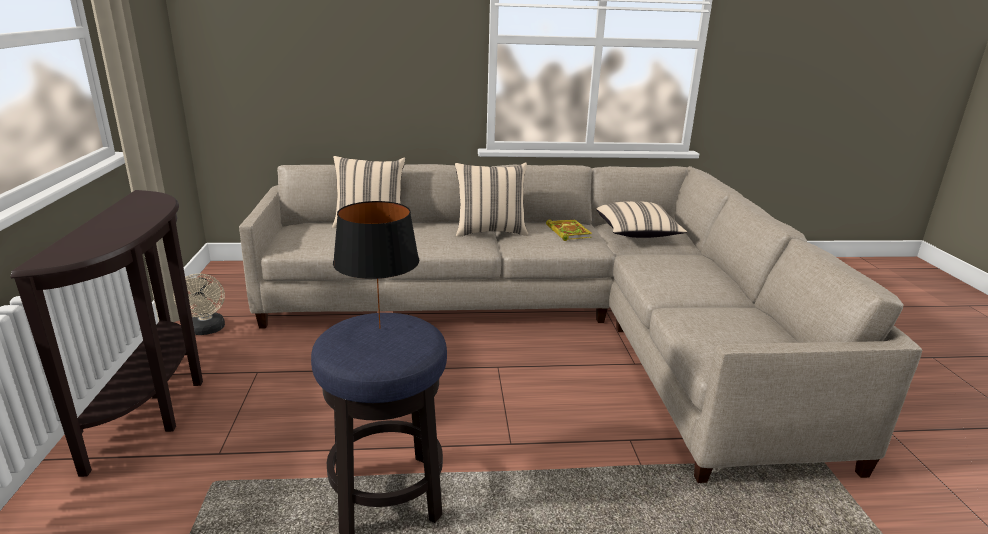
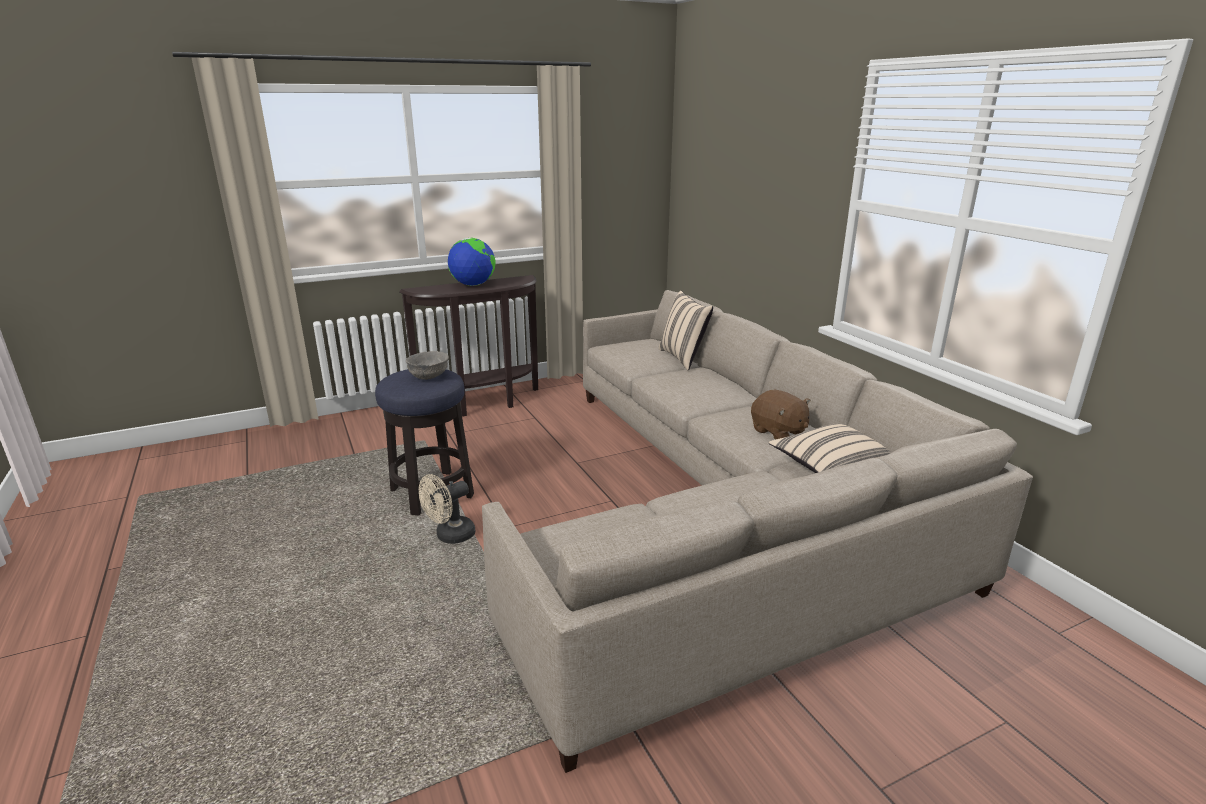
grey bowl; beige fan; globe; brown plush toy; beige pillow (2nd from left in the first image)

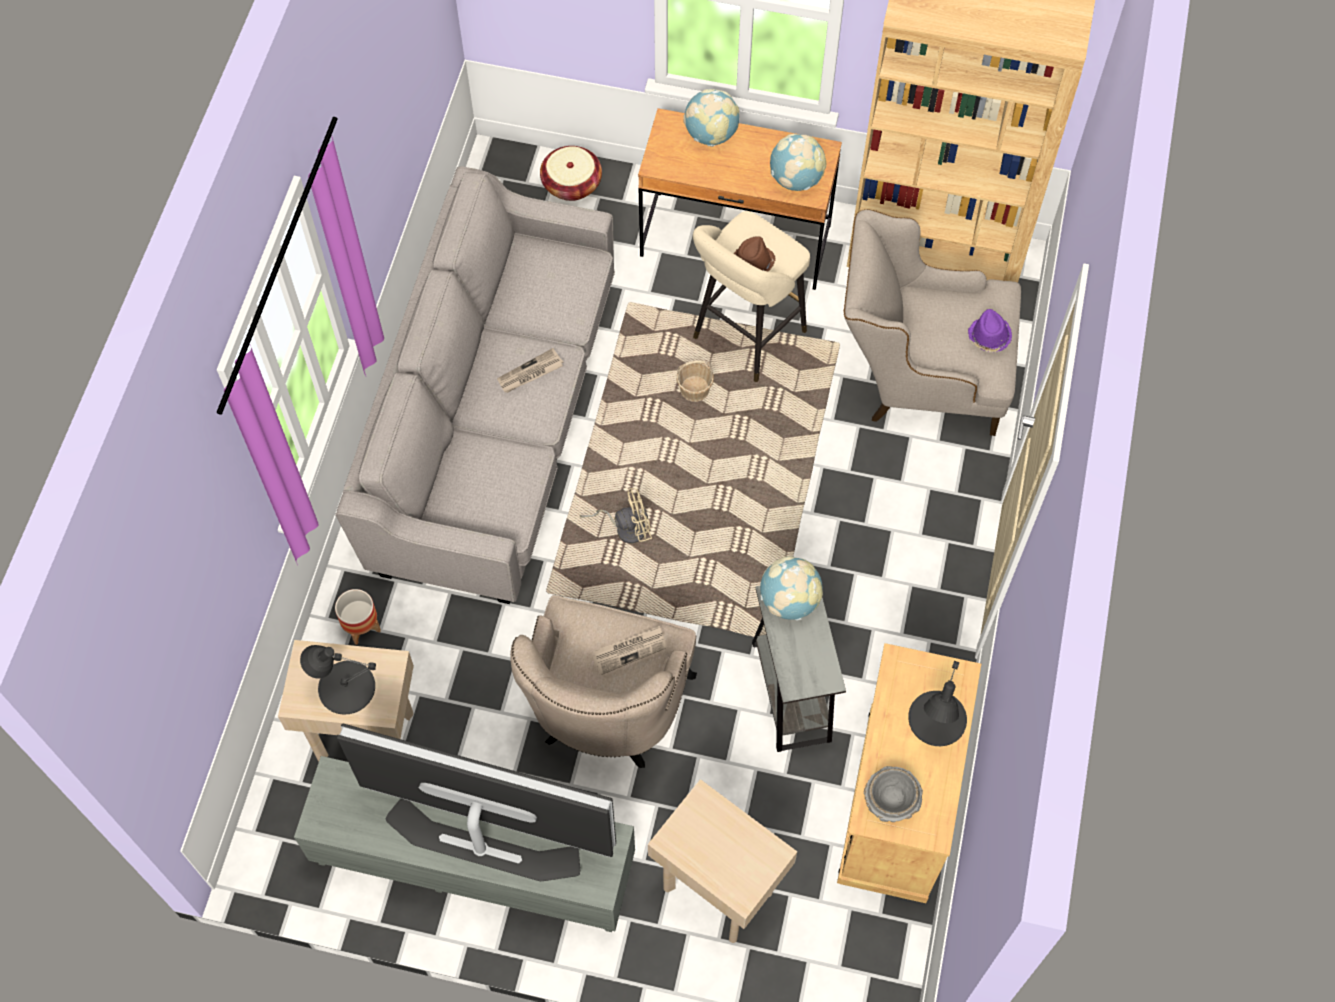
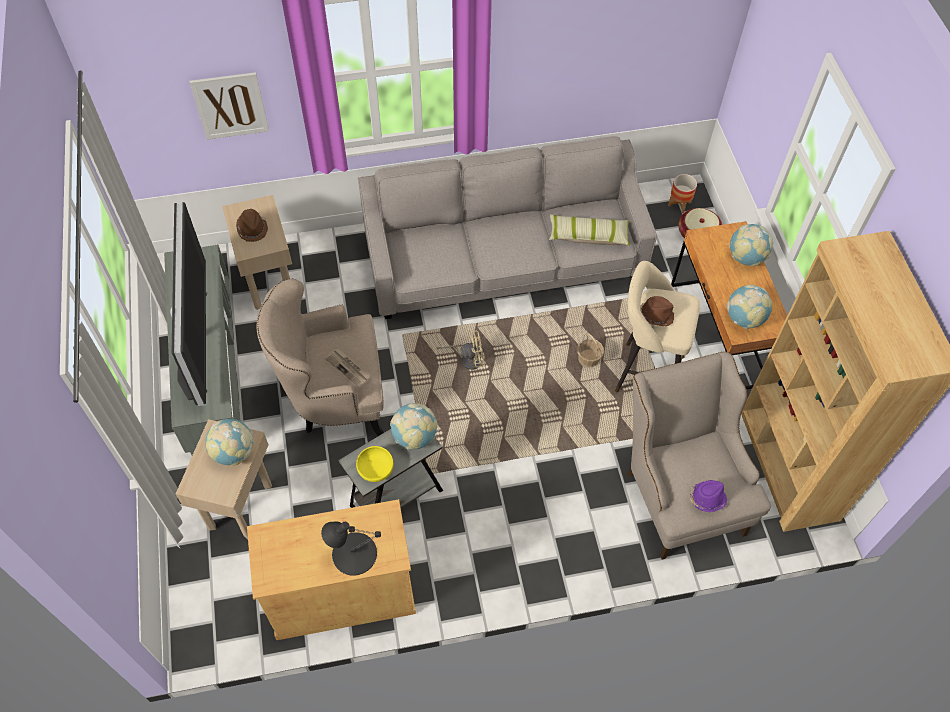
picture; globe (1st from left); brown hat (1st from left); yellow bowl; beige fan; pillow; planter; newspaper (1st from left in the first image); grey bowl

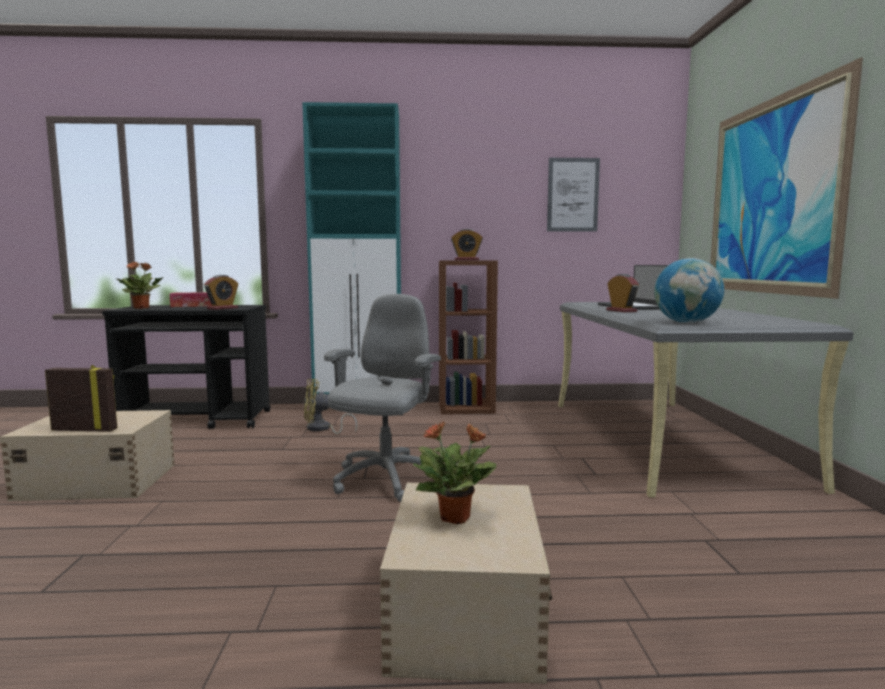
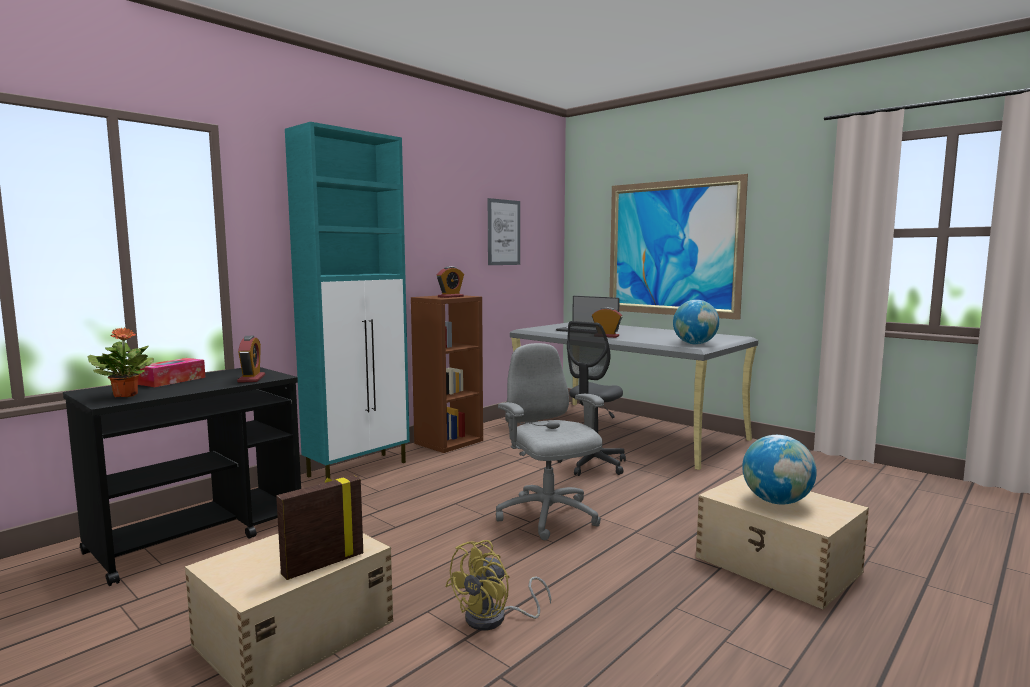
yellow fan; grey office chair (2nd from left); globe (2nd from left)

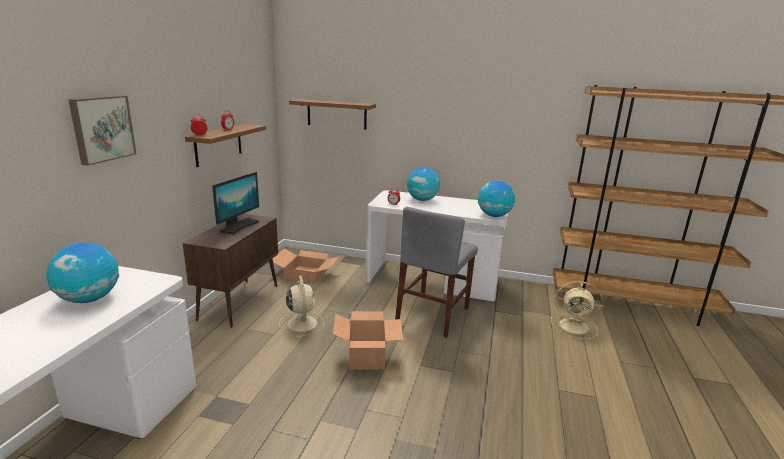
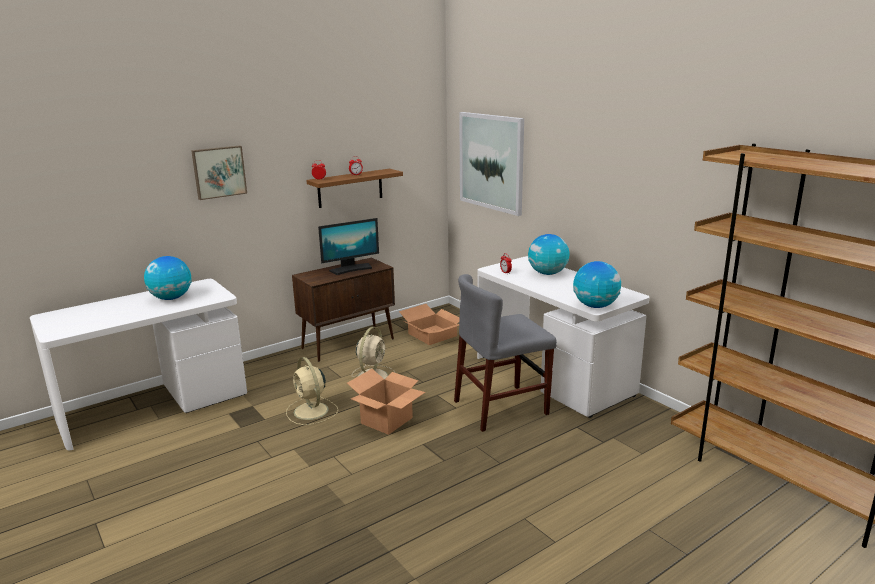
beige fan (1st from left); picture (2nd from left)

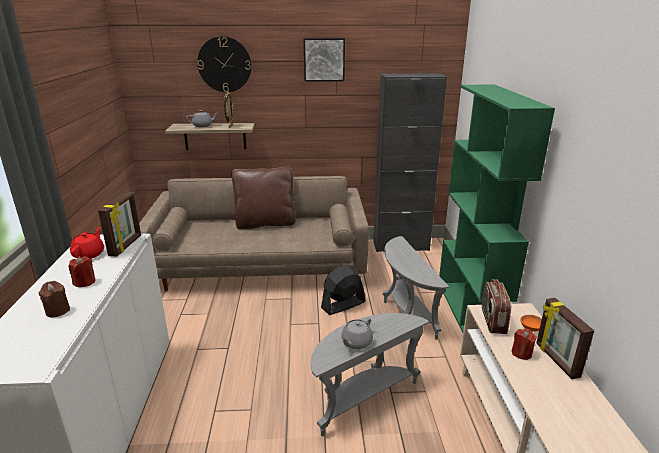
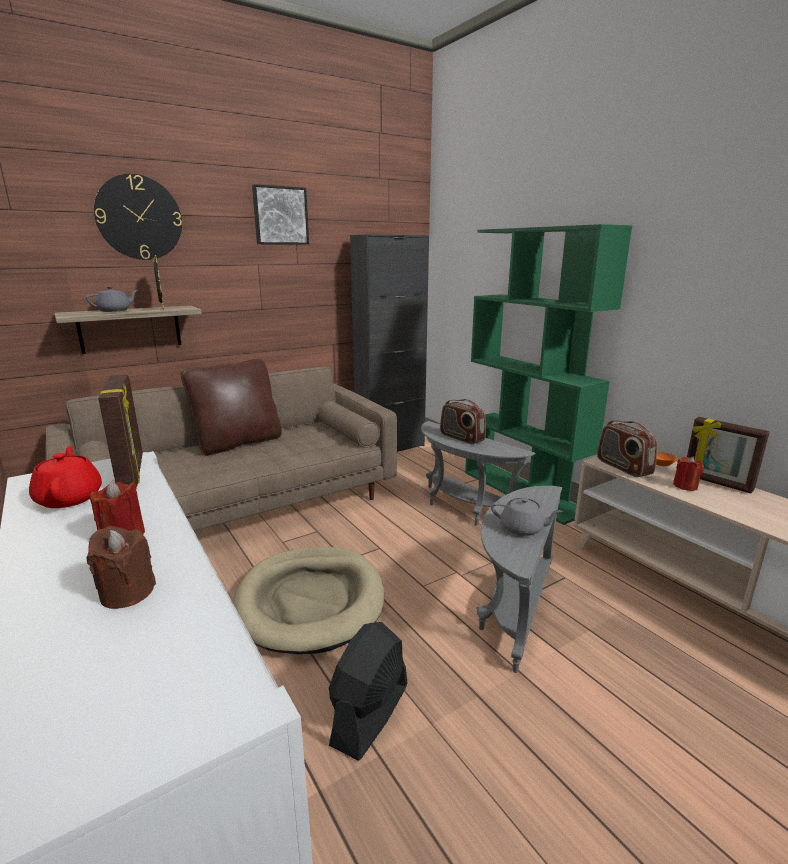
beige dog bed; black fan; radio (1st from left); grey teapot (2nd from left)

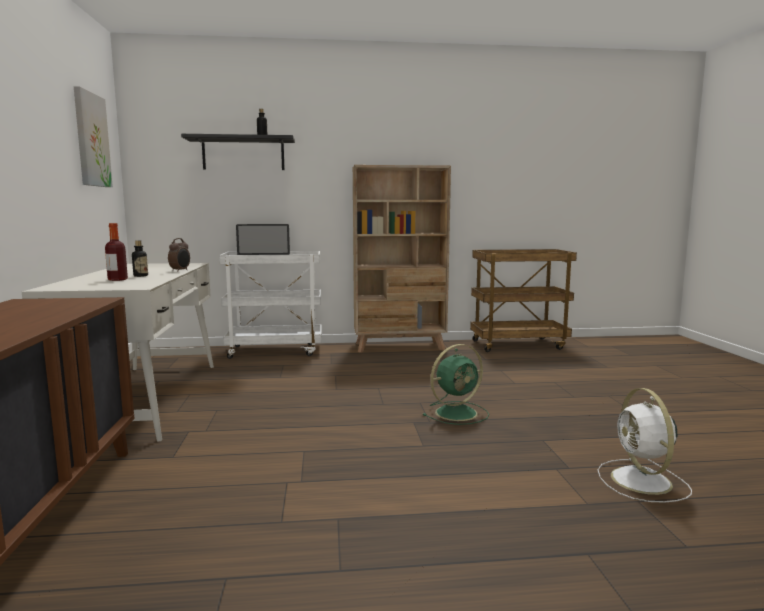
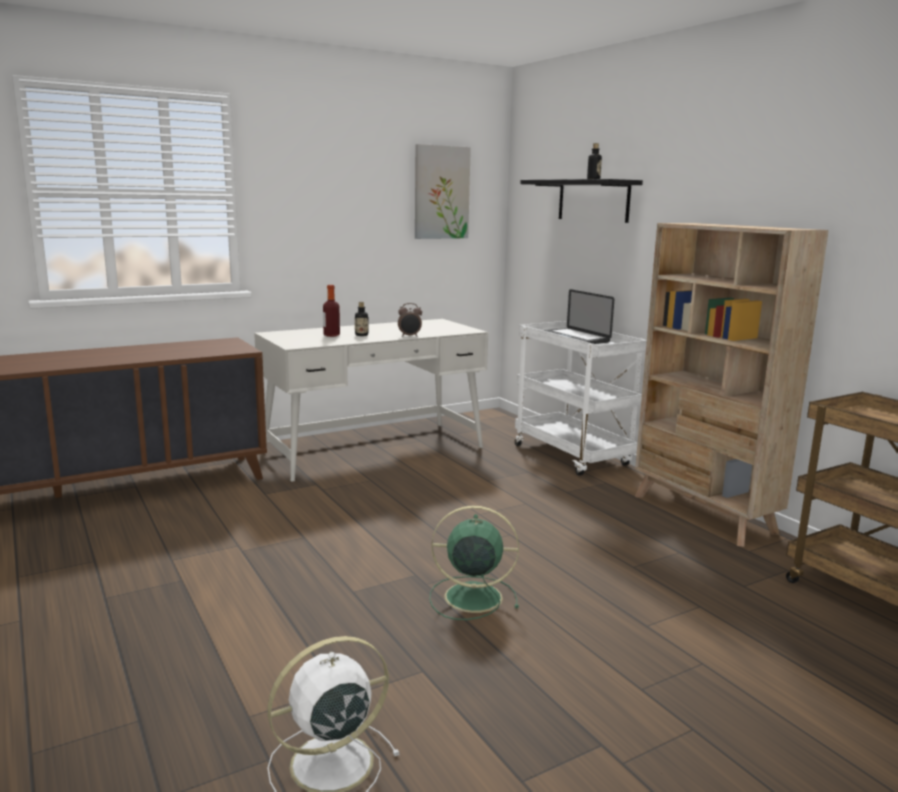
green fan

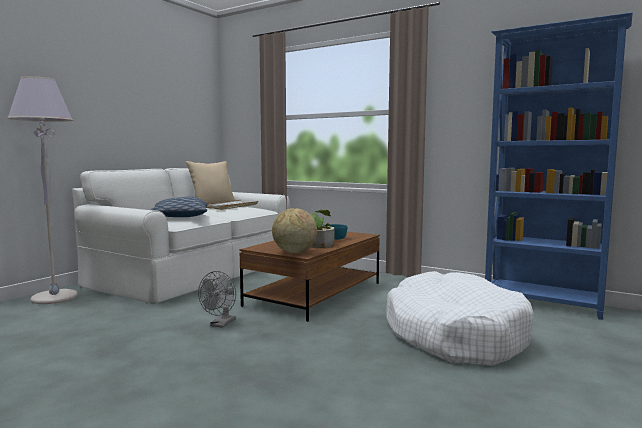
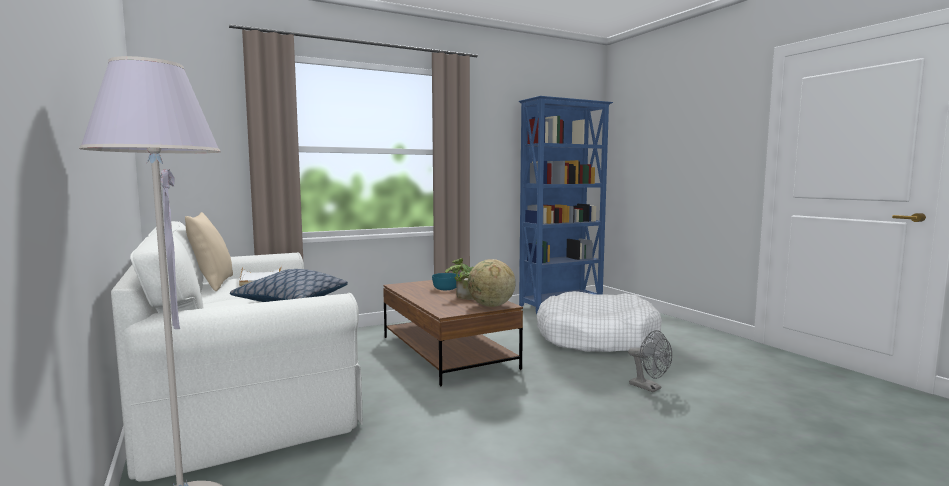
grey fan

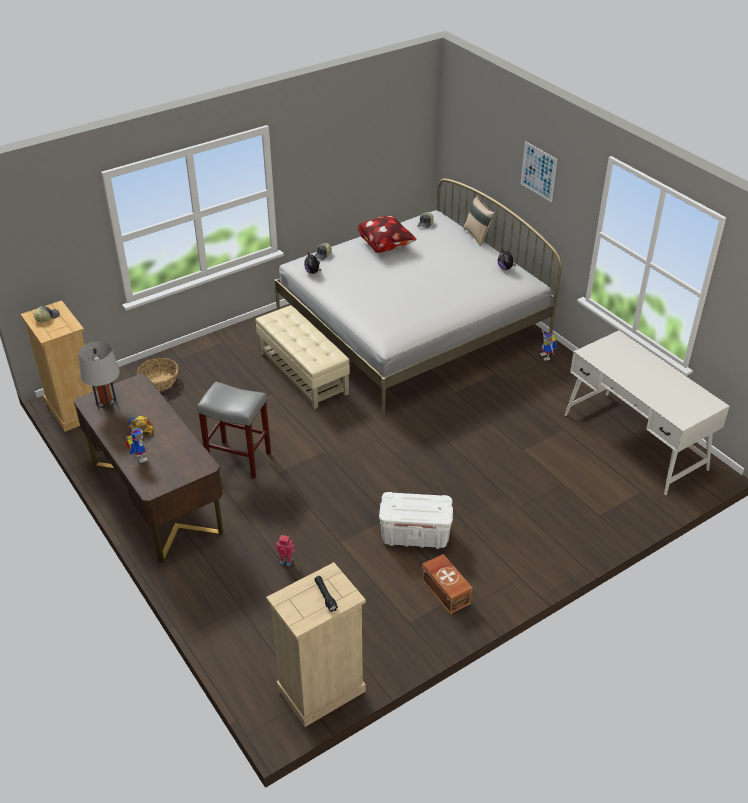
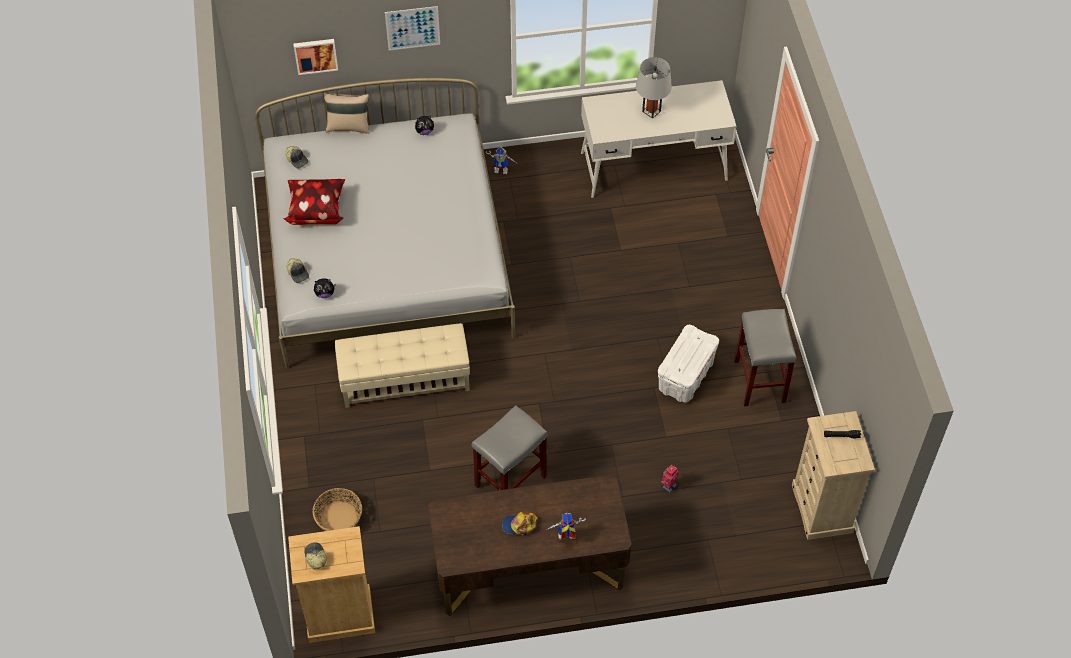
picture (1st from left); grey table lamp; grey stool (2nd from left)

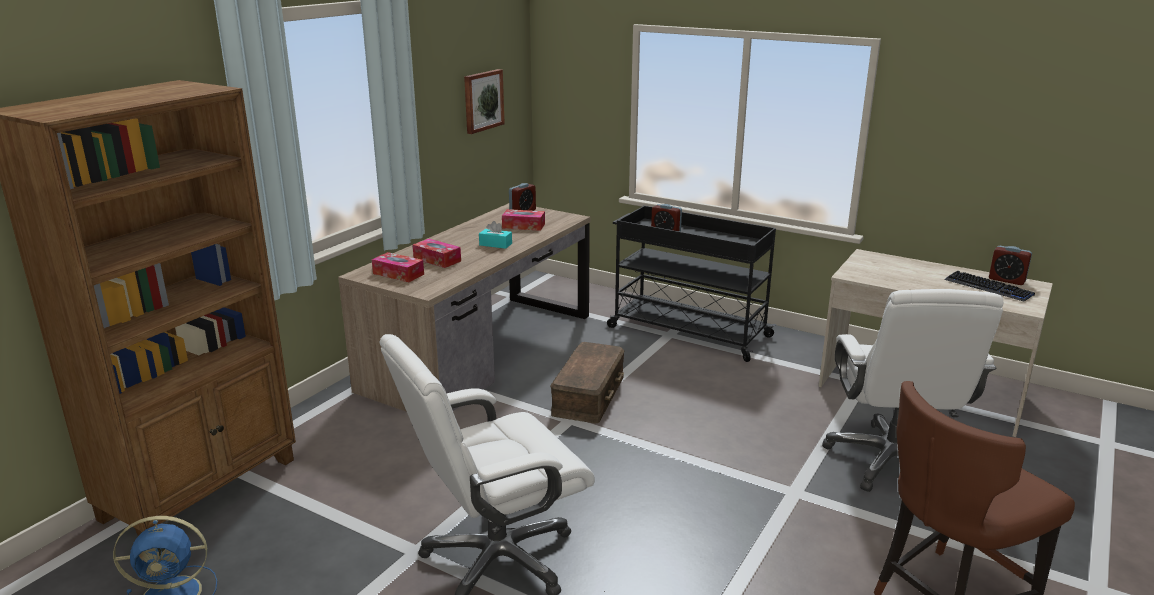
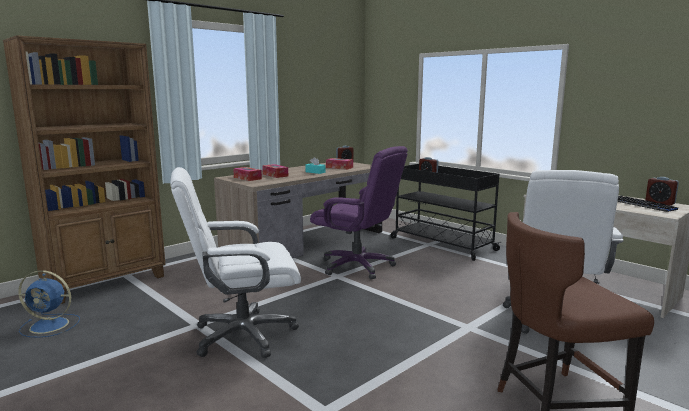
purple office chair; picture

